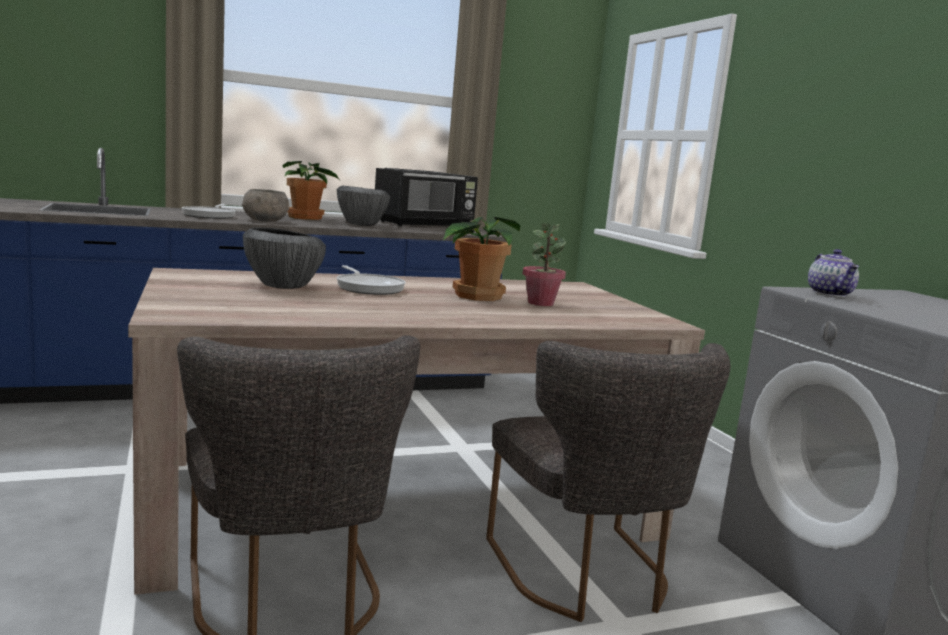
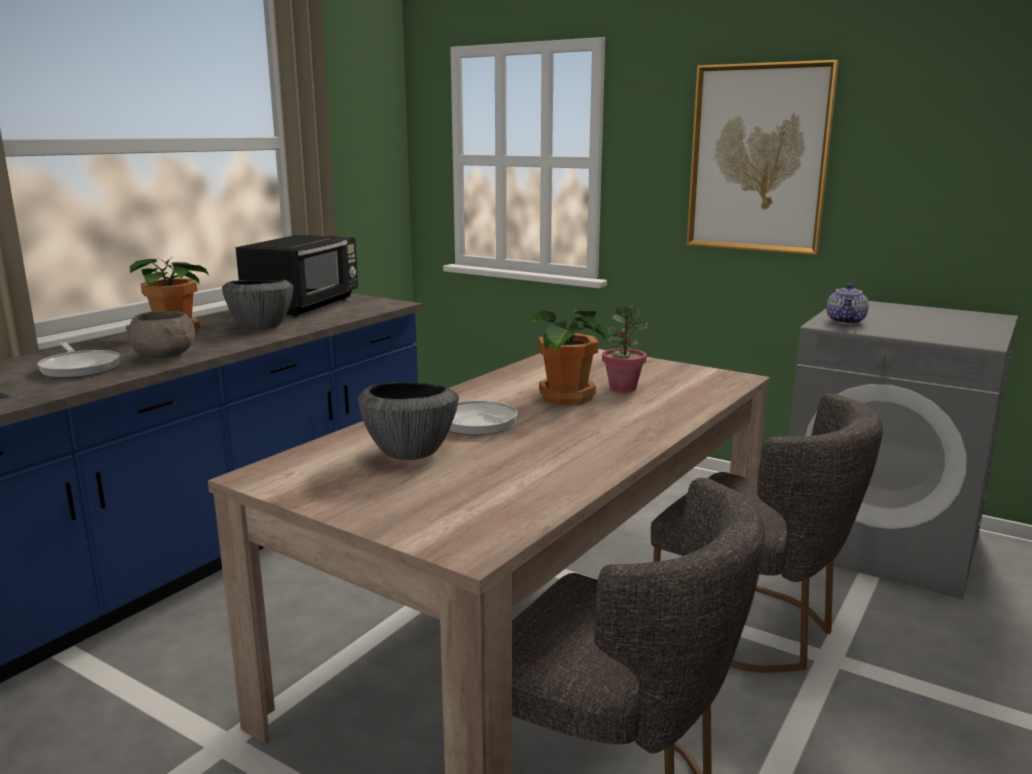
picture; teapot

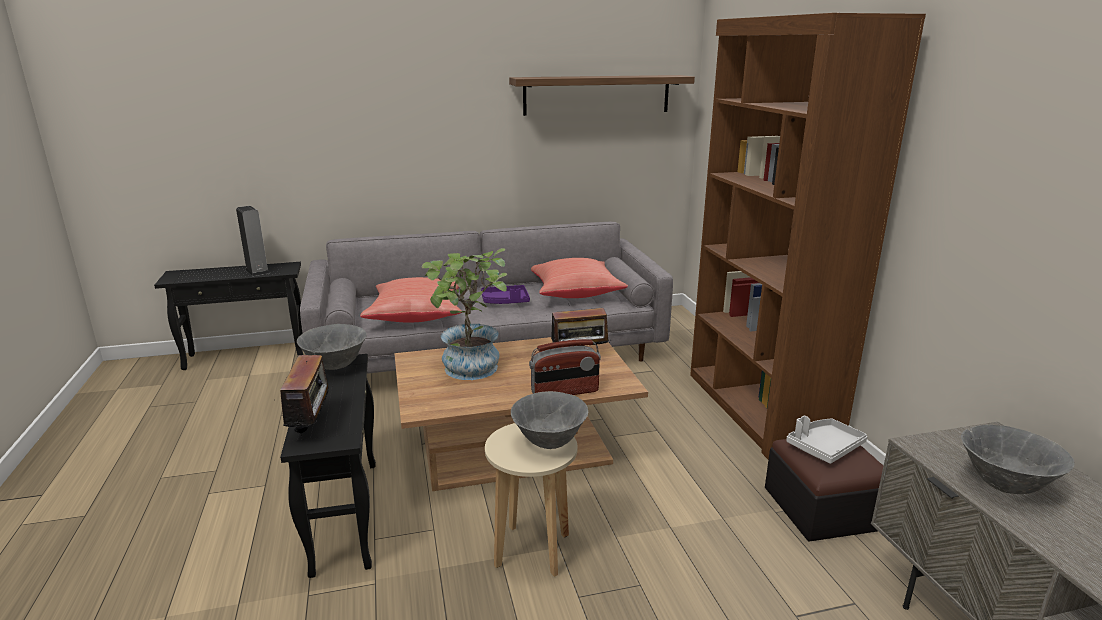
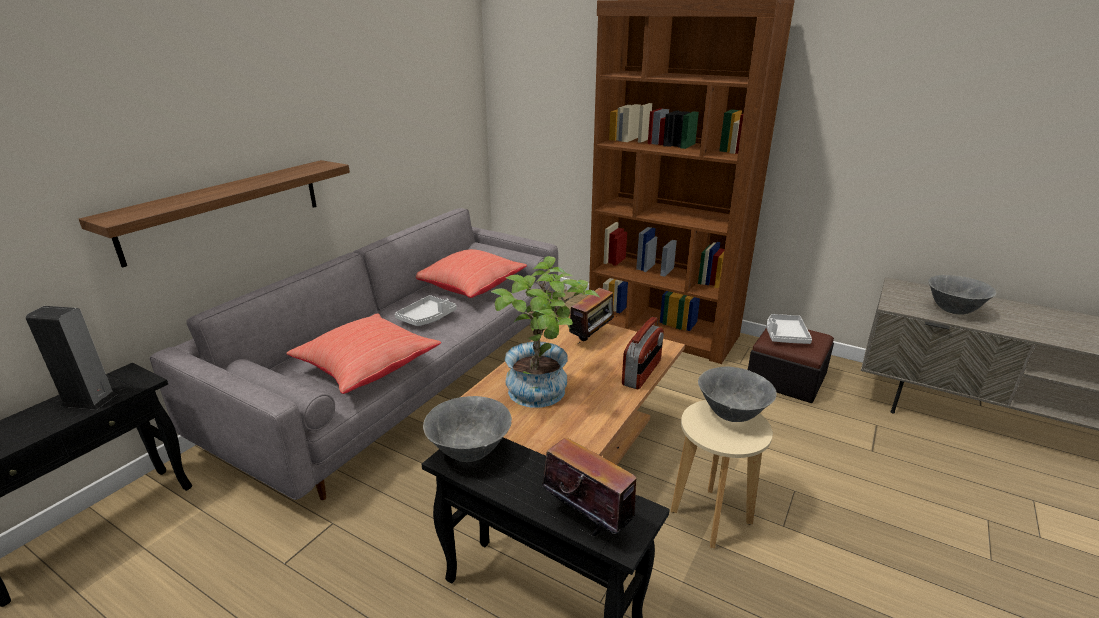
shelf; grey tray (1st from left)

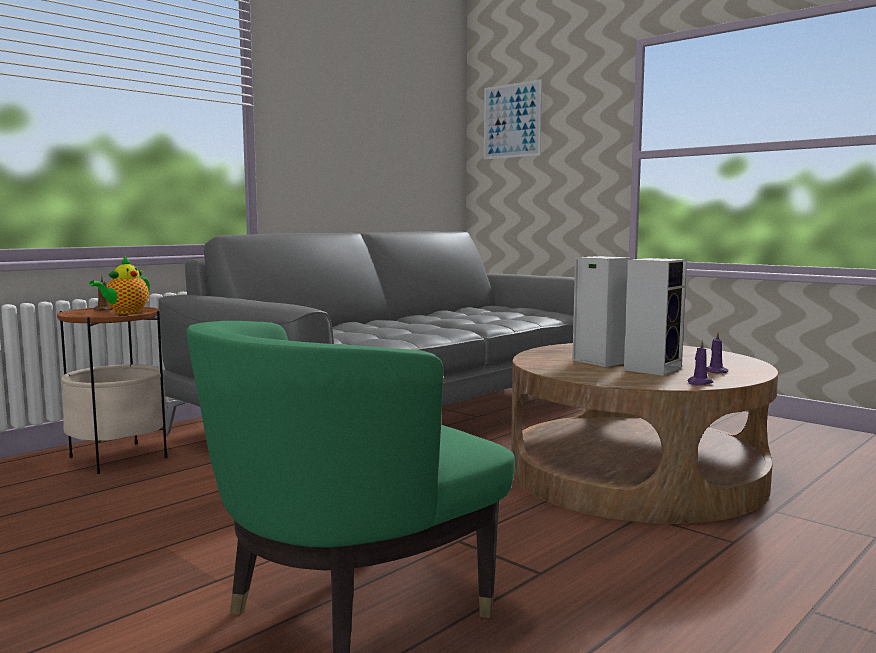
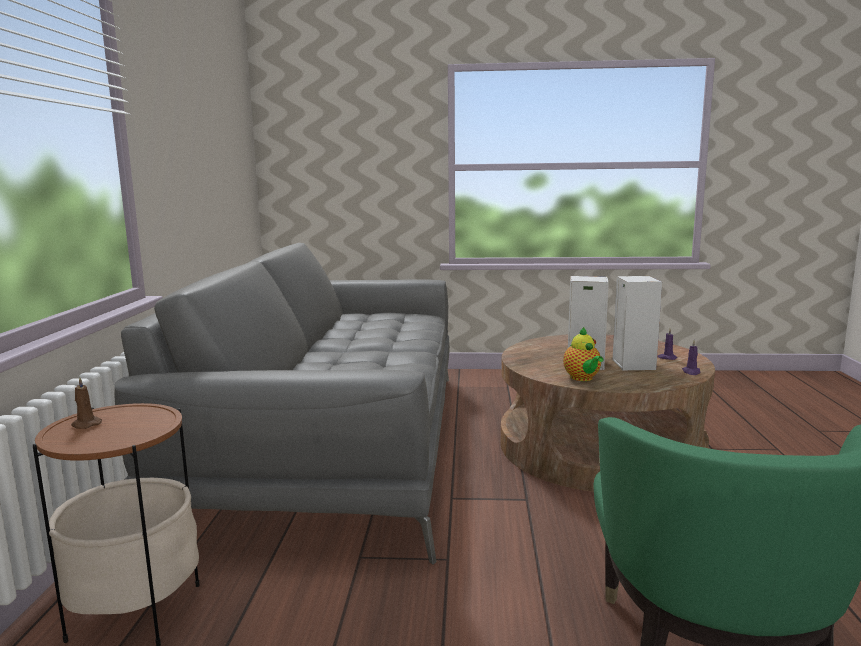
teapot; picture

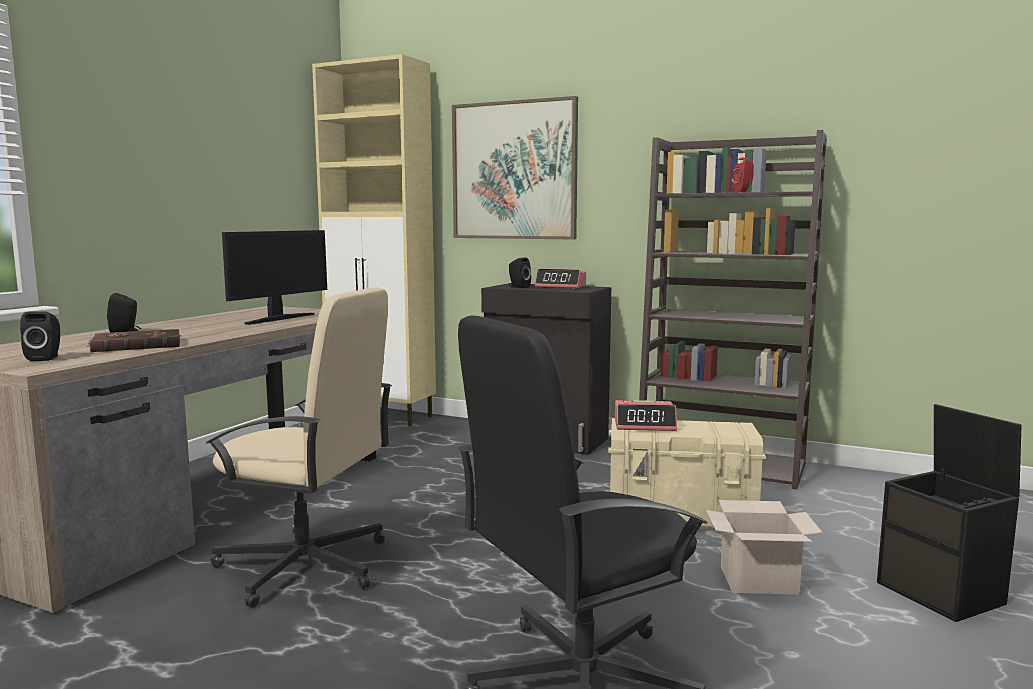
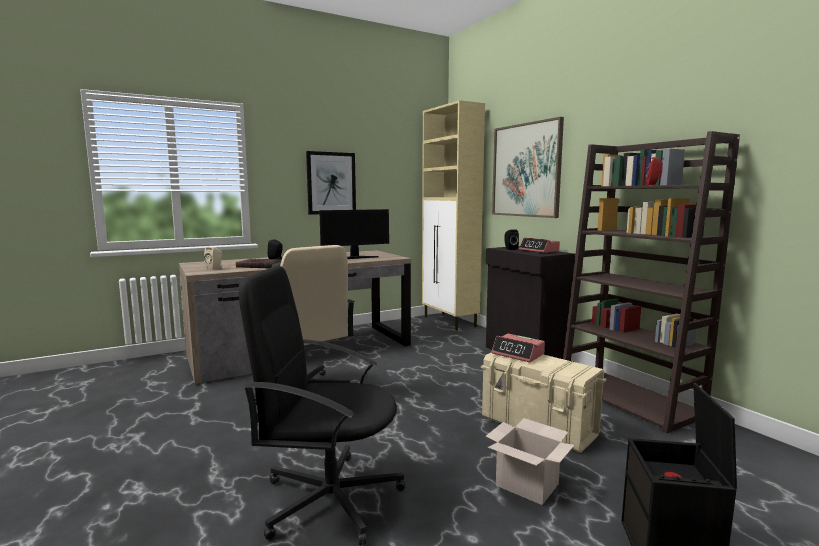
beige speaker; picture (1st from left)

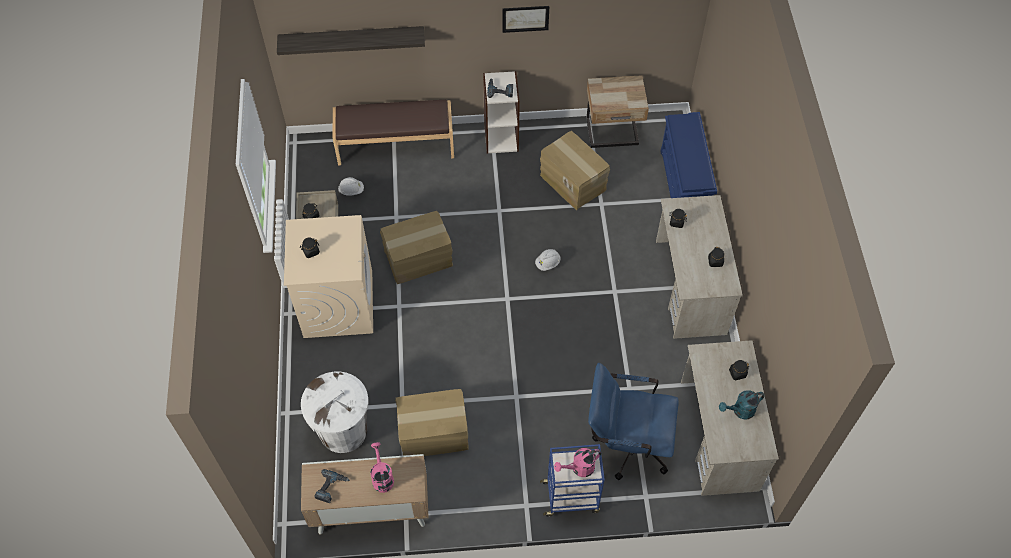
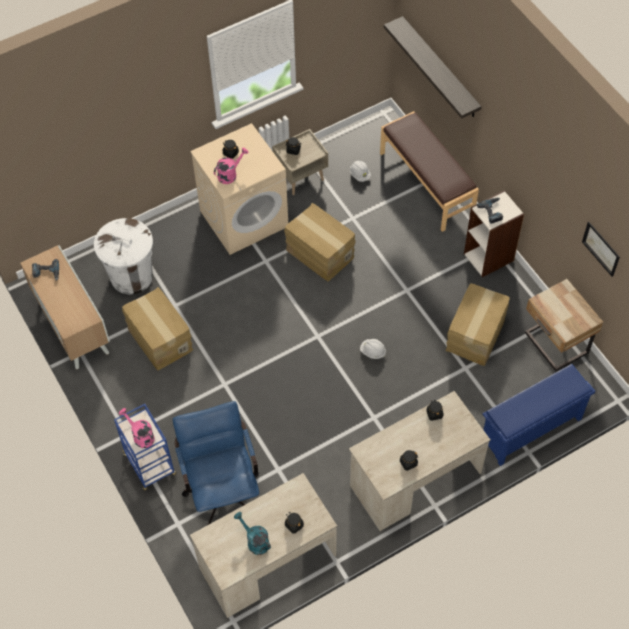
pink watering can (2nd from left); picture

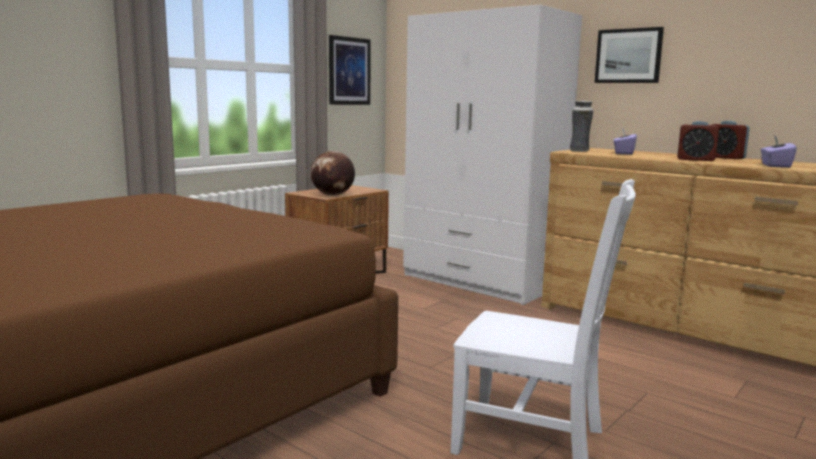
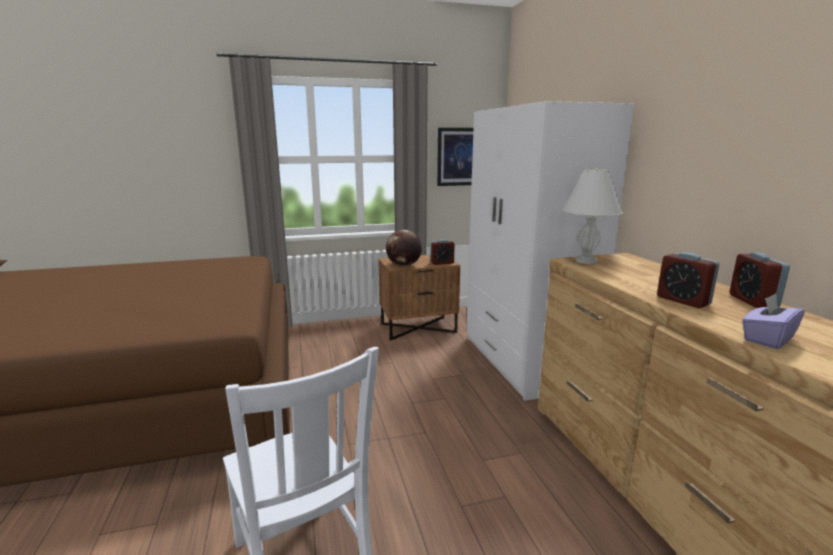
alarm clock (1st from left); white table lamp; picture (2nd from left in the first image); purple tissue box (1st from left in the first image)

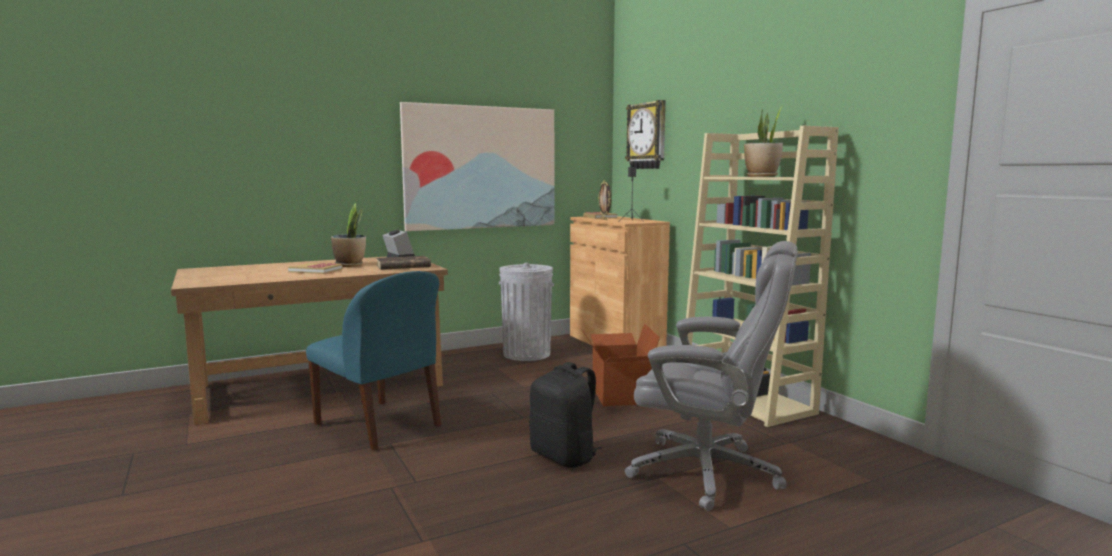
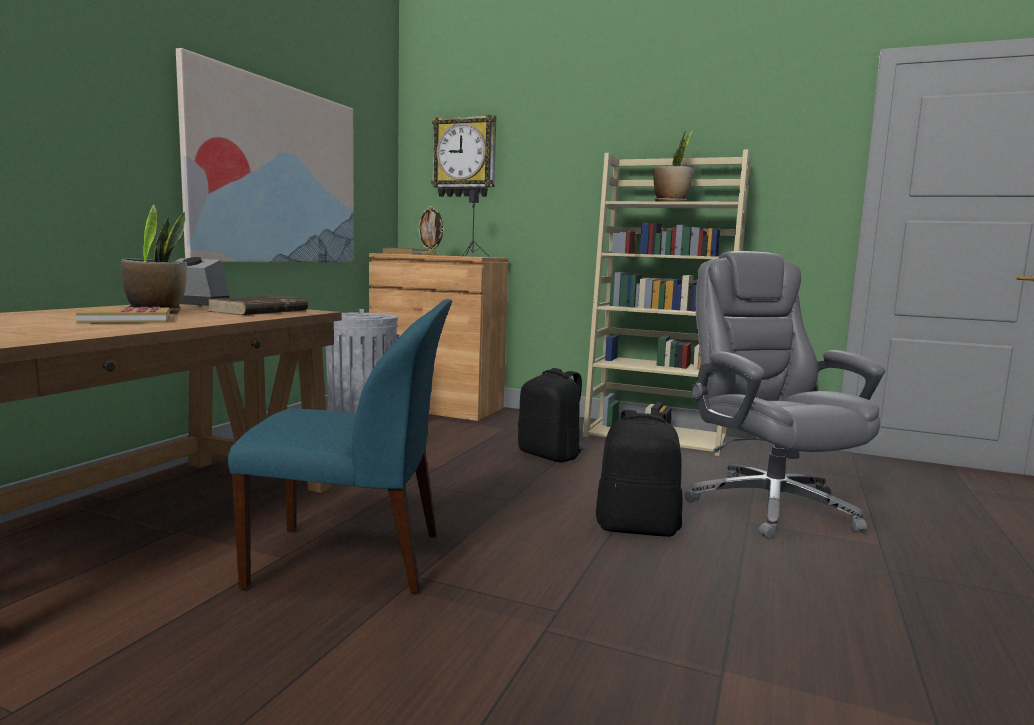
black backpack (1st from left); grey office chair

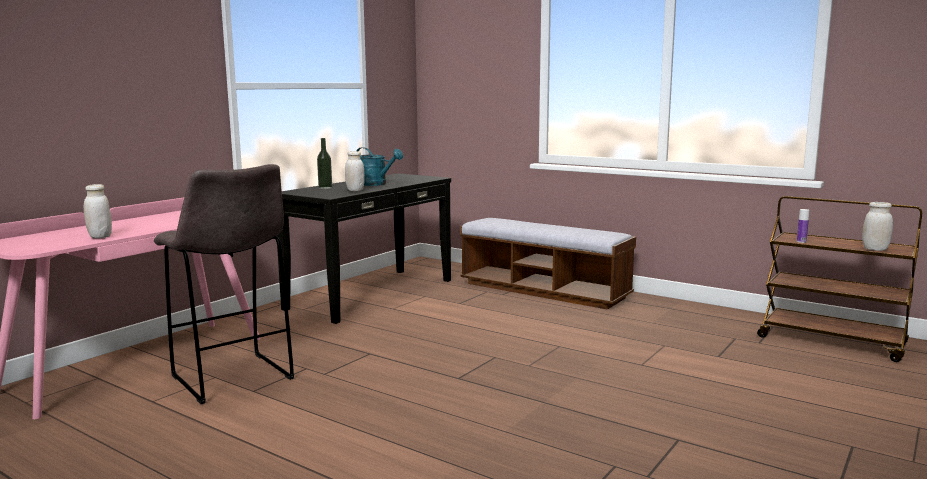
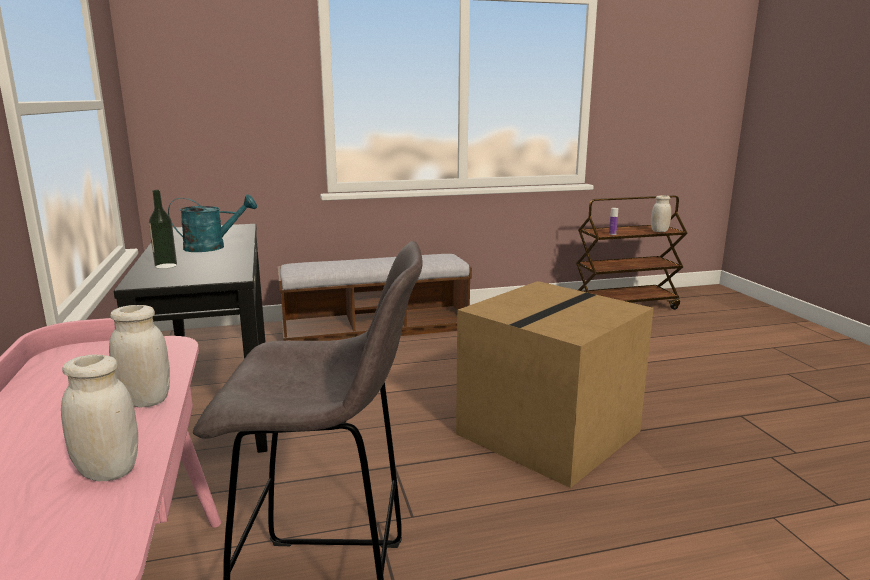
white jar (2nd from left); cardboard box

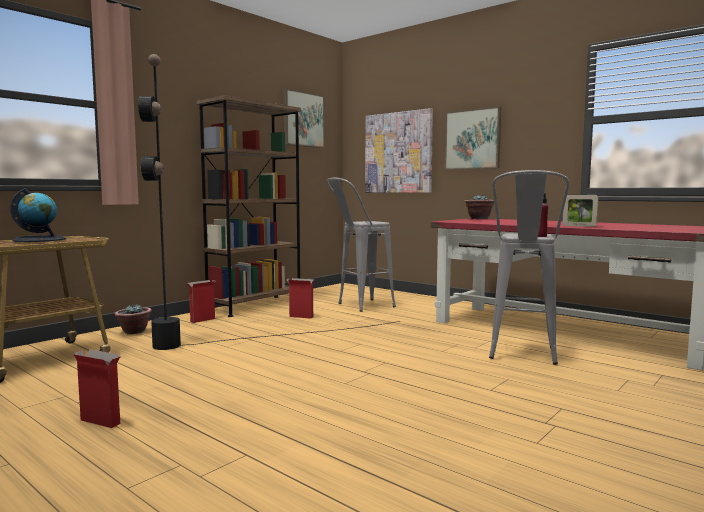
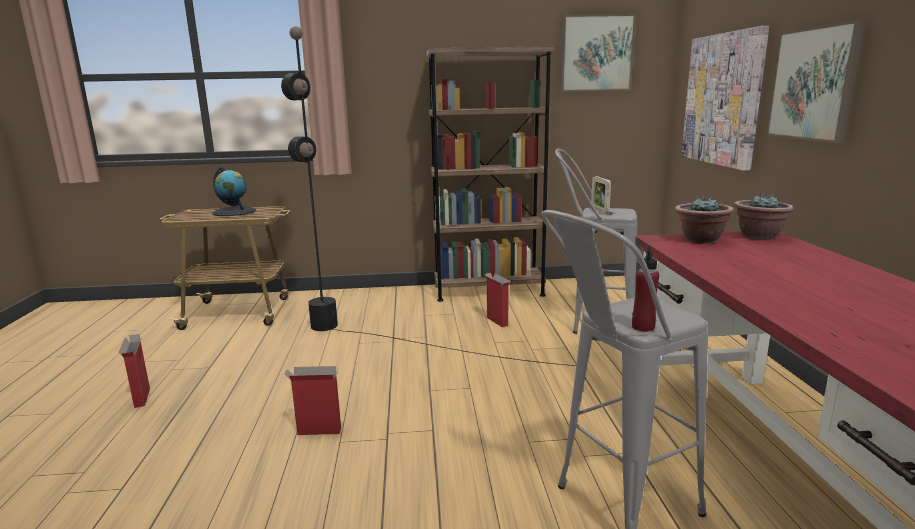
cardboard box (2nd from left); picture frame; potted plant (1st from left)

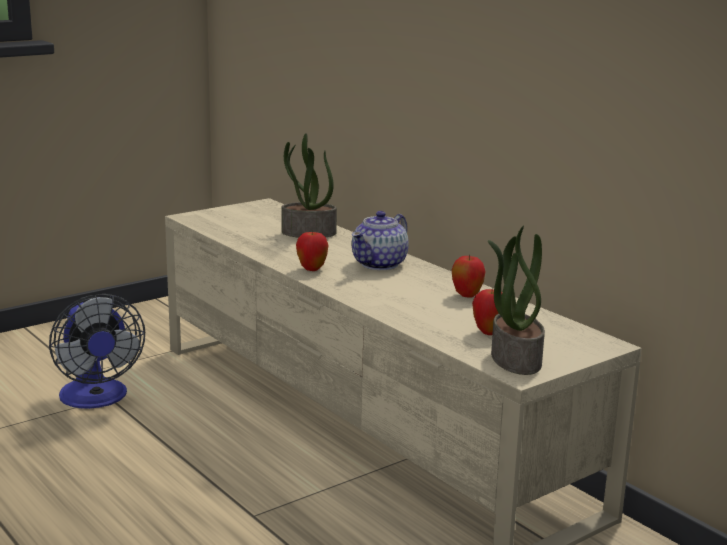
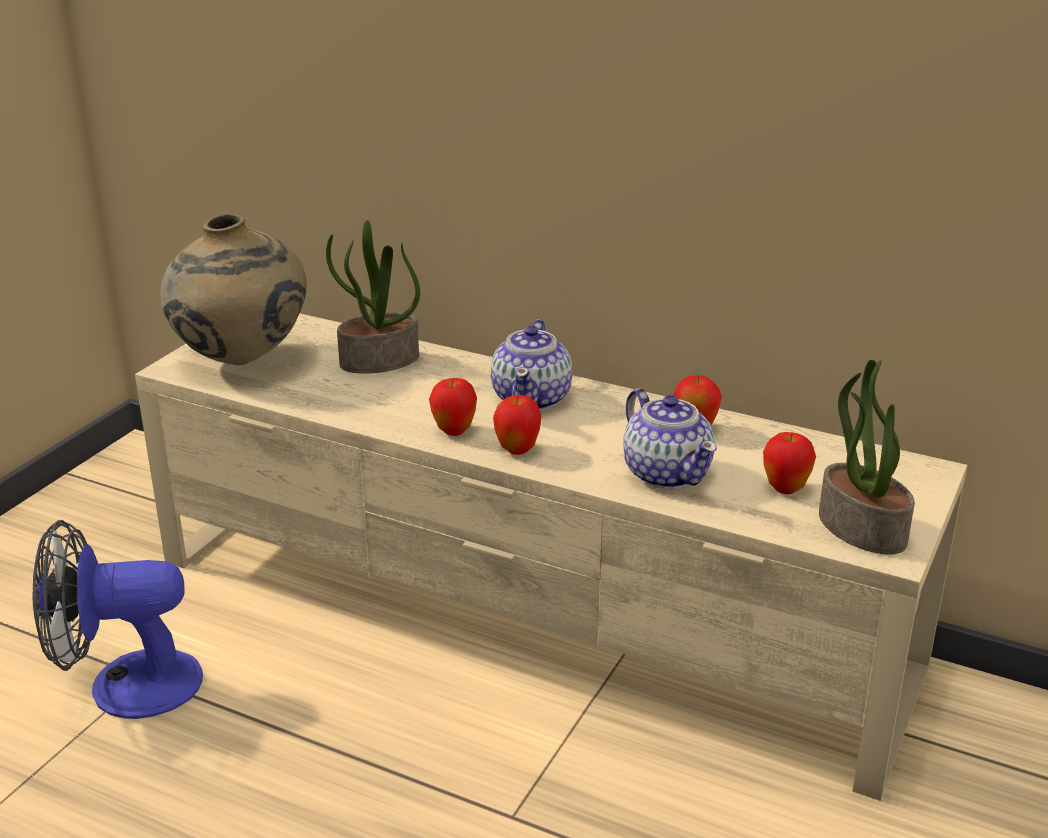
fan; beige vase; apple (2nd from left); teapot (2nd from left)

